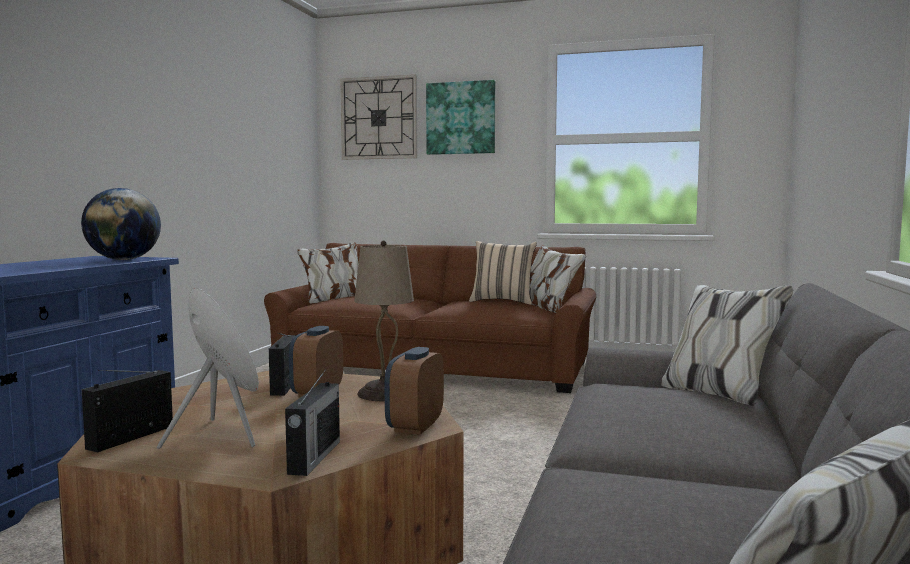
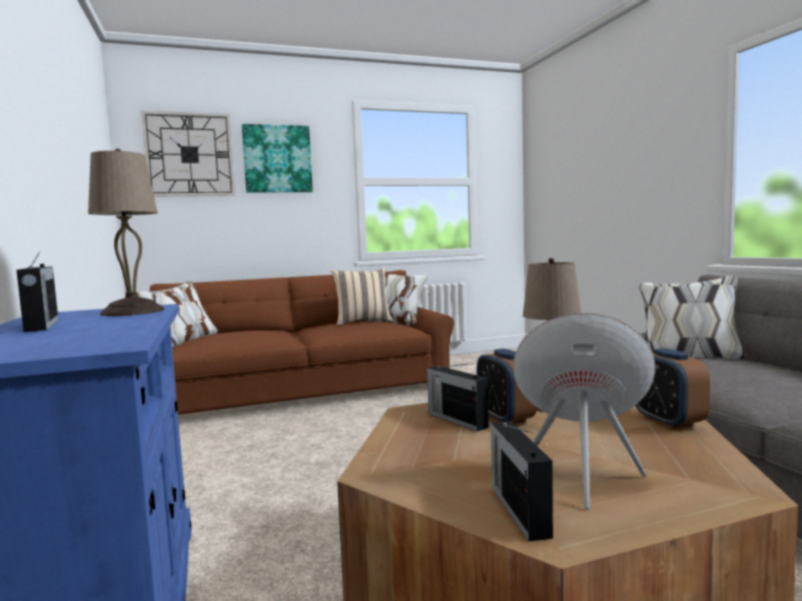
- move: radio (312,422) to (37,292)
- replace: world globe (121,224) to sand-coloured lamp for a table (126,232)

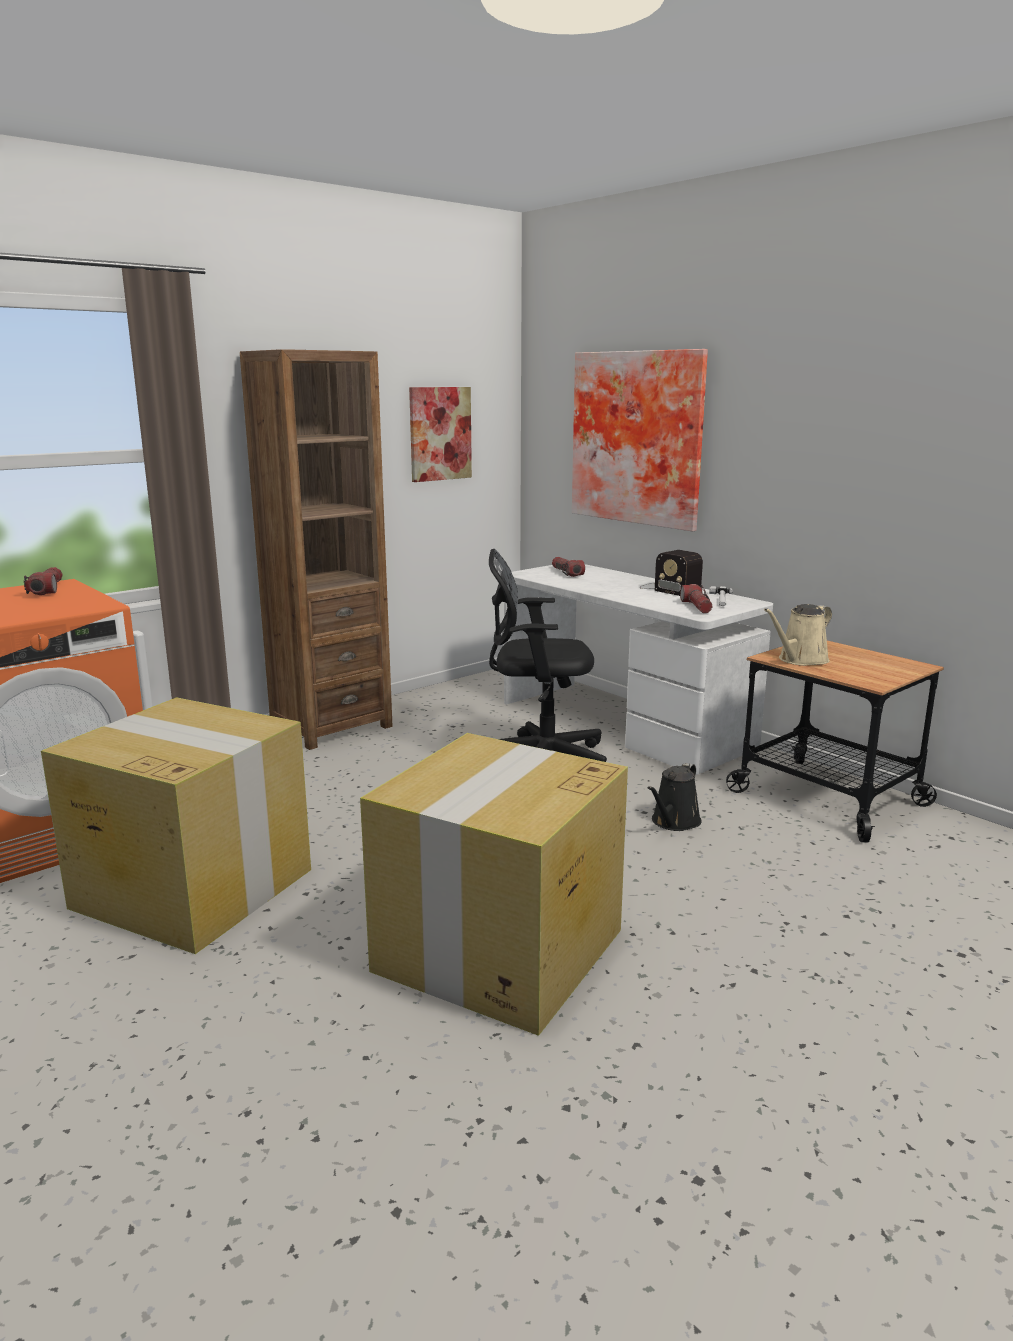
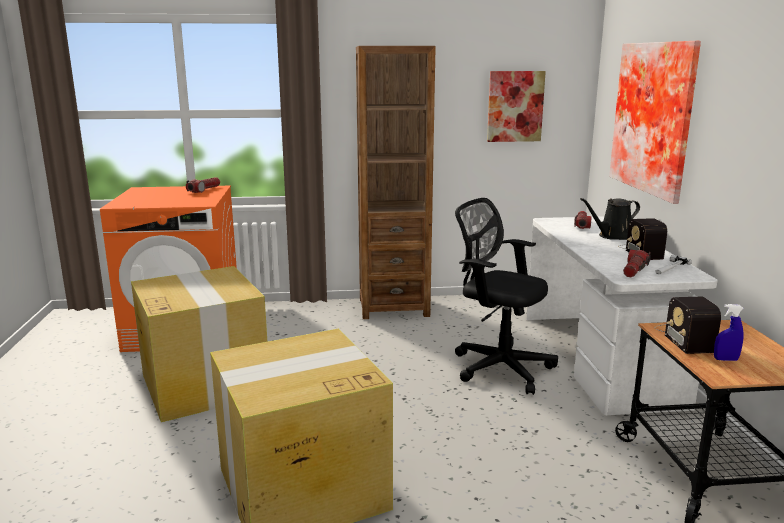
- insert: blue-coloured sprayer (729,332)
- move: black watering can (675,797) to (610,219)
- replace: sand-coloured watering can (798,635) to radio (688,325)

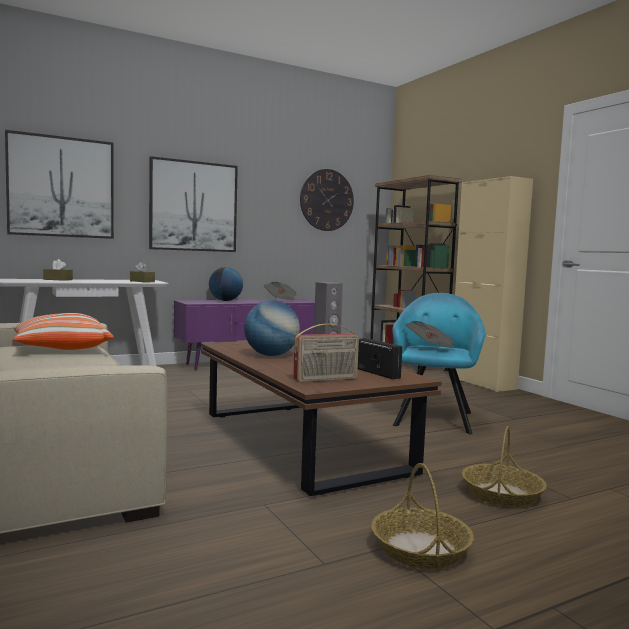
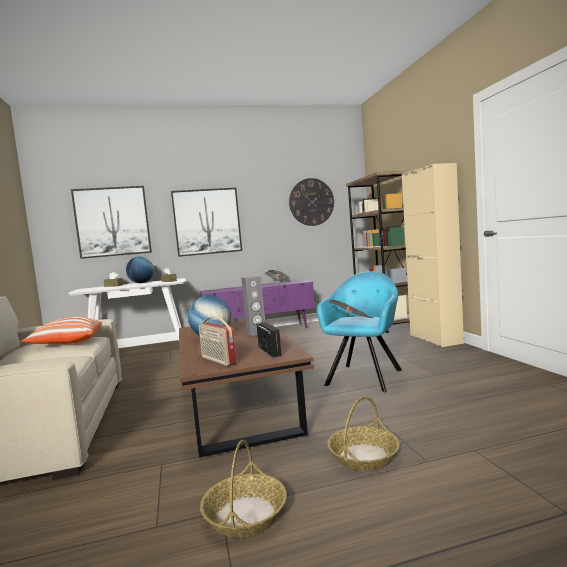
- move: world globe (226,284) to (140,270)
- rotate: radio (326,353) = (218,341) 60 degrees clockwise

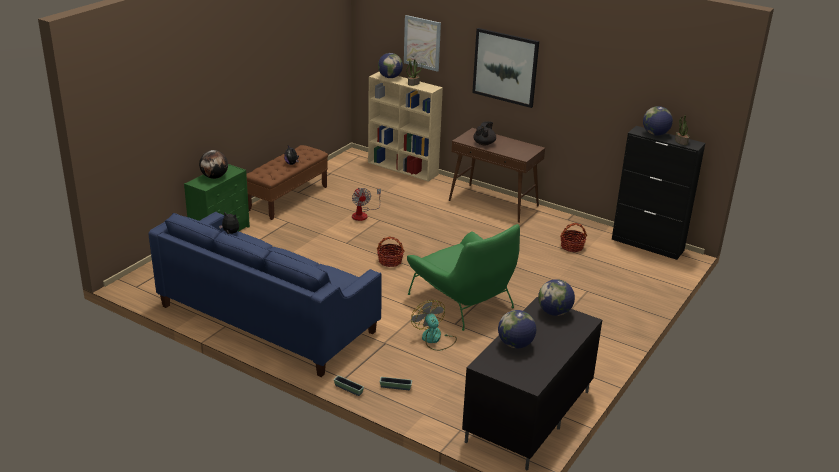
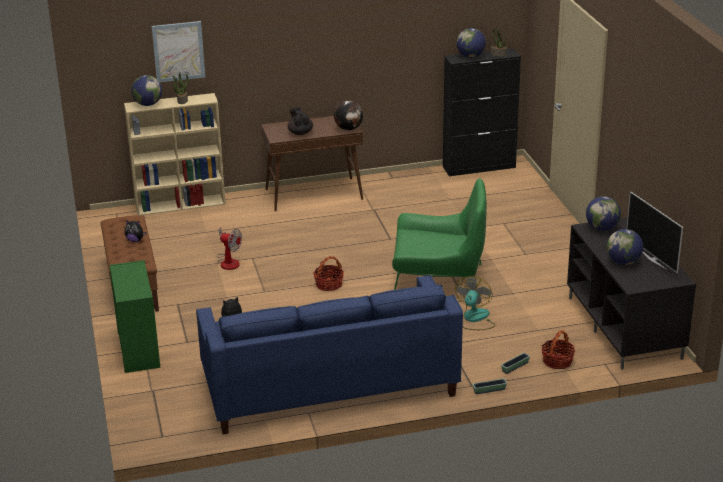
- delete: picture (505,68)
- insert: television (655,232)
- move: world globe (213,164) to (348,115)
- move: storage basket (574,237) to (558,349)
- rotate: fan (434,325) = (475,303) 90 degrees clockwise

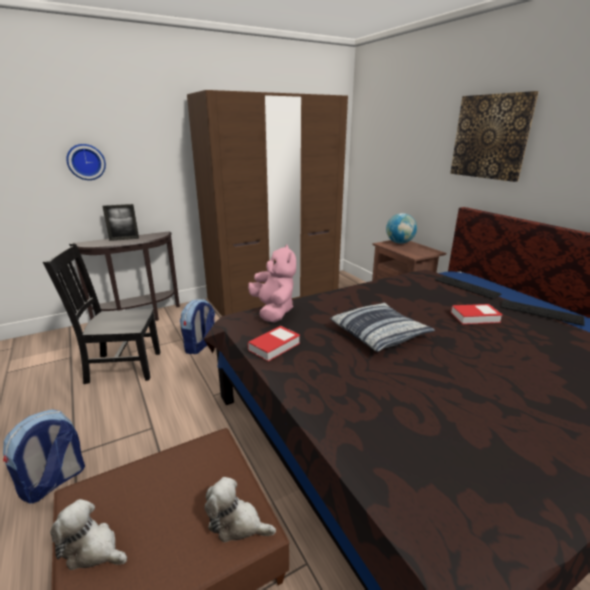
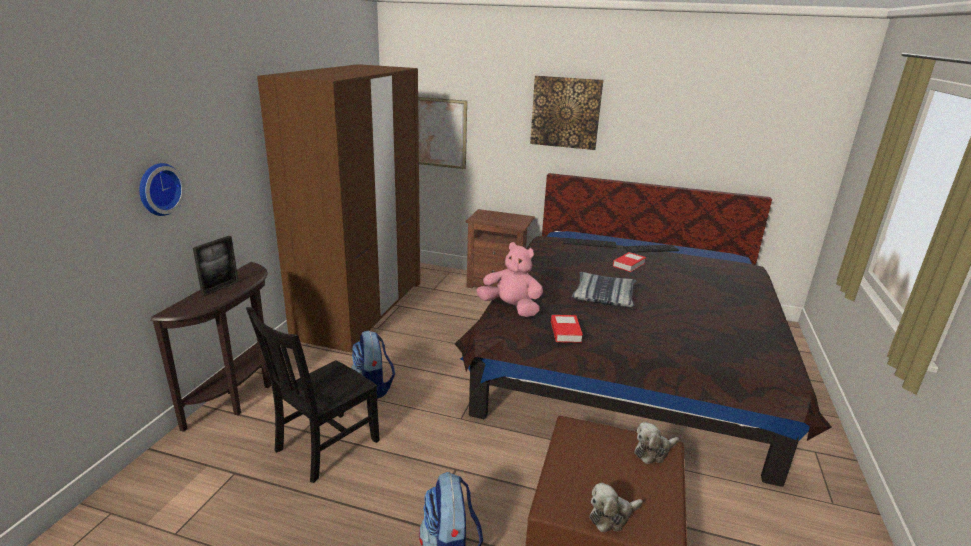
- delete: world globe (401,228)
- insert: picture (442,133)

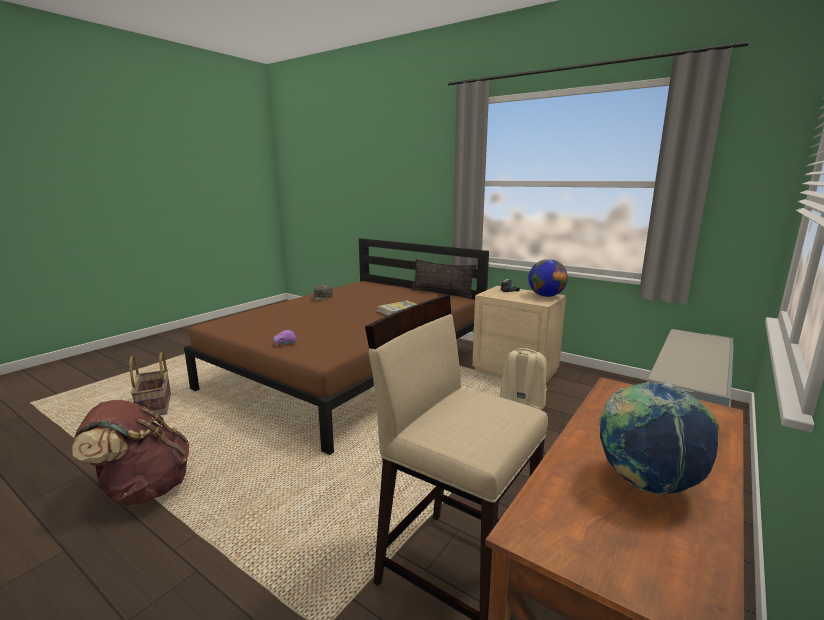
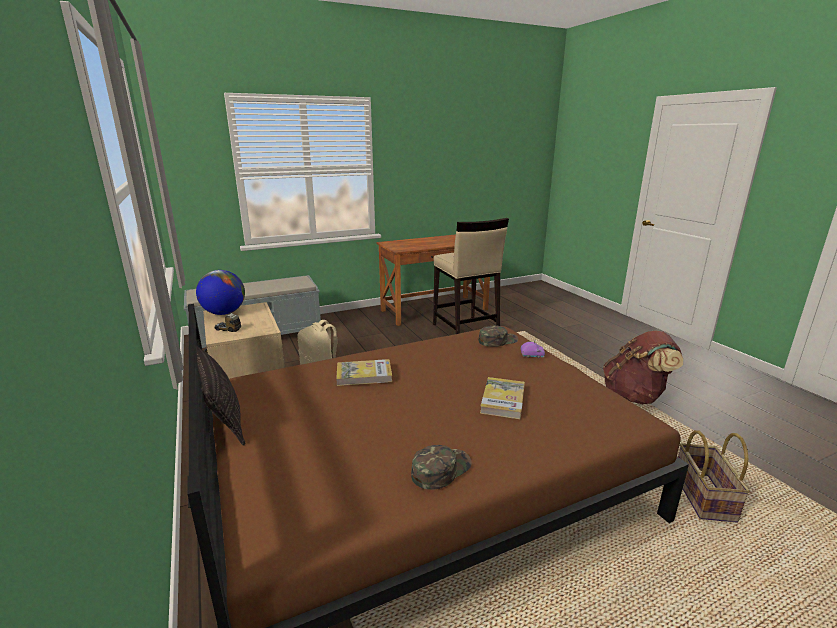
- delete: world globe (659,438)
- insert: green-coloured peaked cap (499,336)
- insert: bound book (502,398)

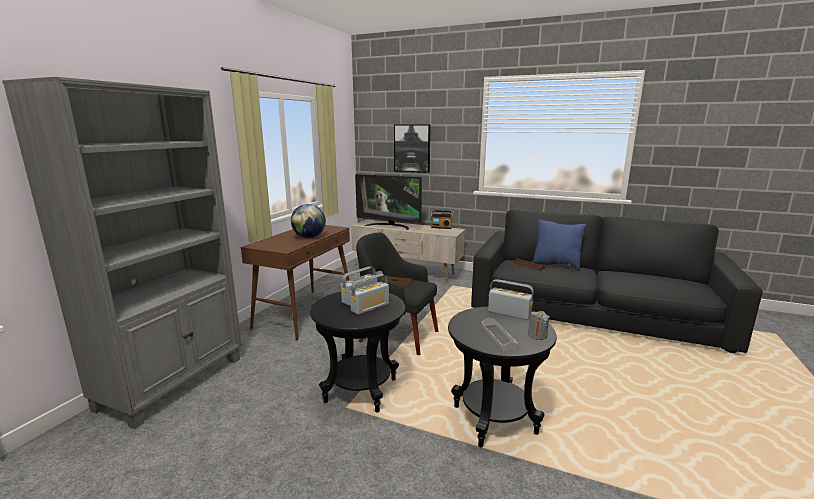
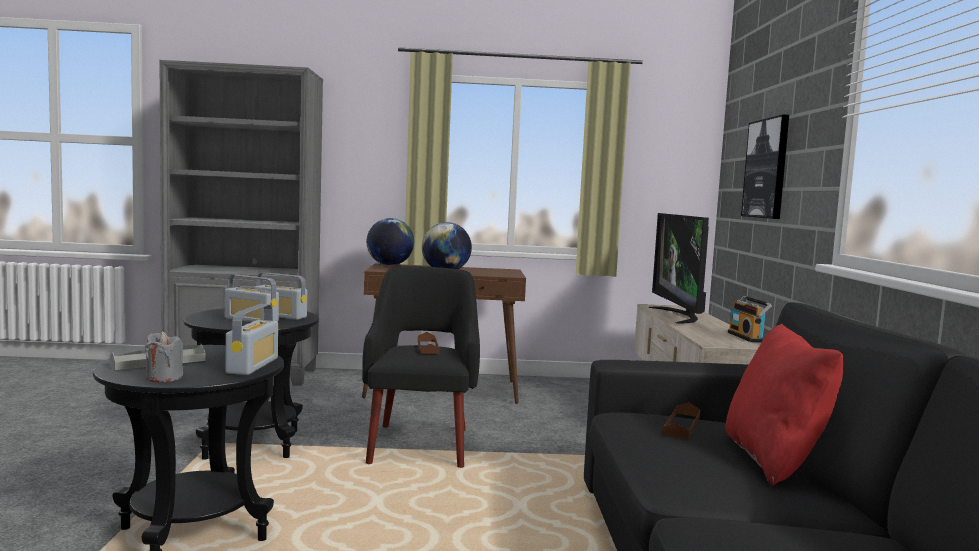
- insert: world globe (390,241)
- recolor: blue-coloured cushion (559,245) to red-coloured cushion (784,405)

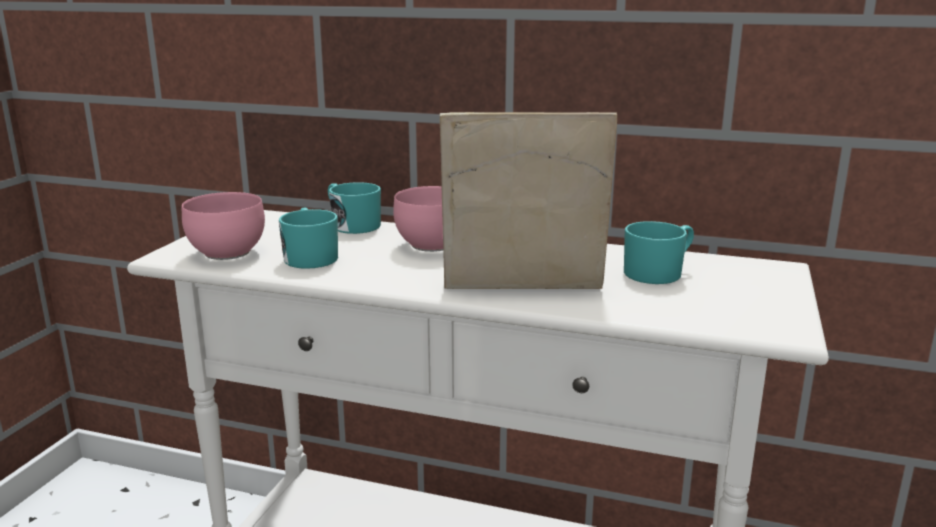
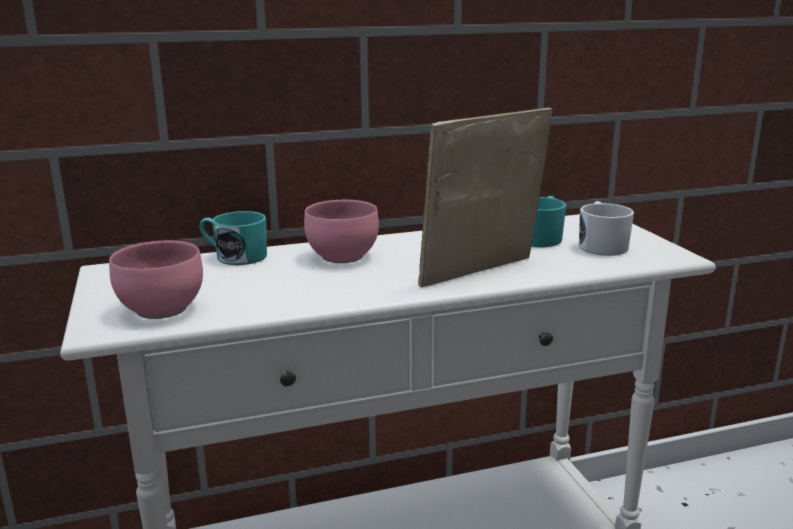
- delete: turquoise mug (308,238)
- insert: white mug (606,228)

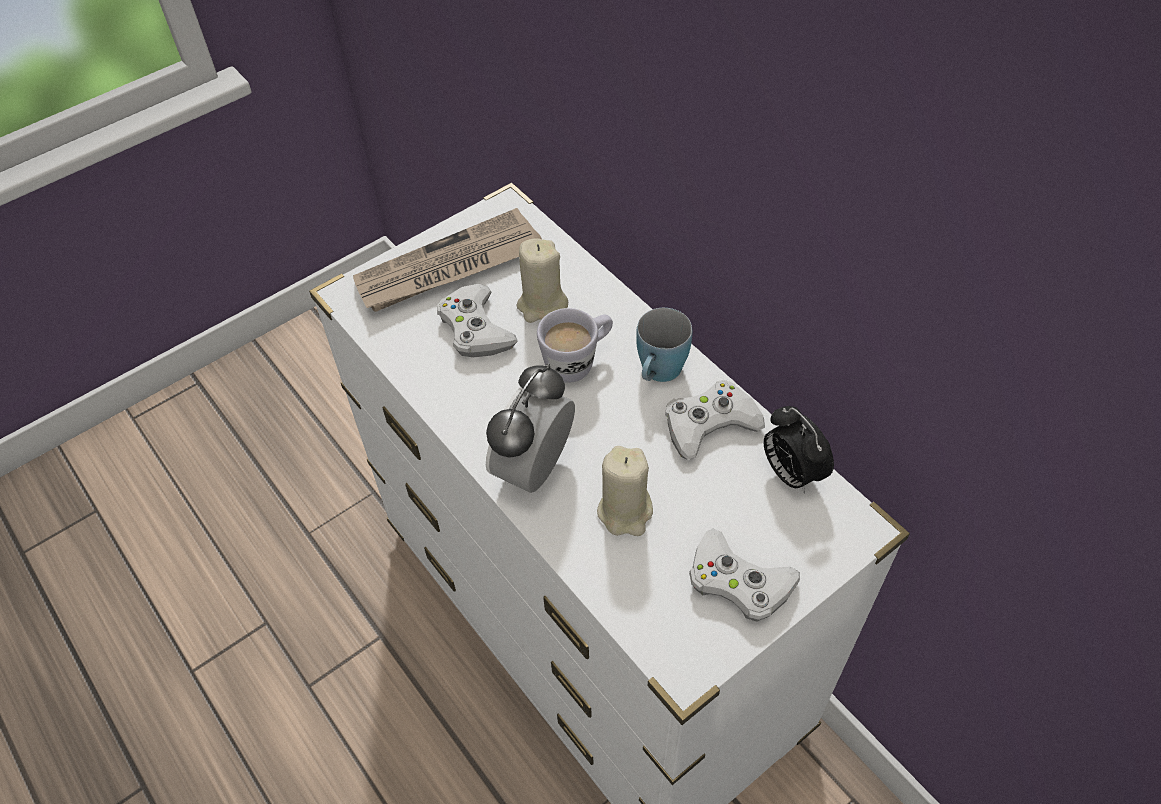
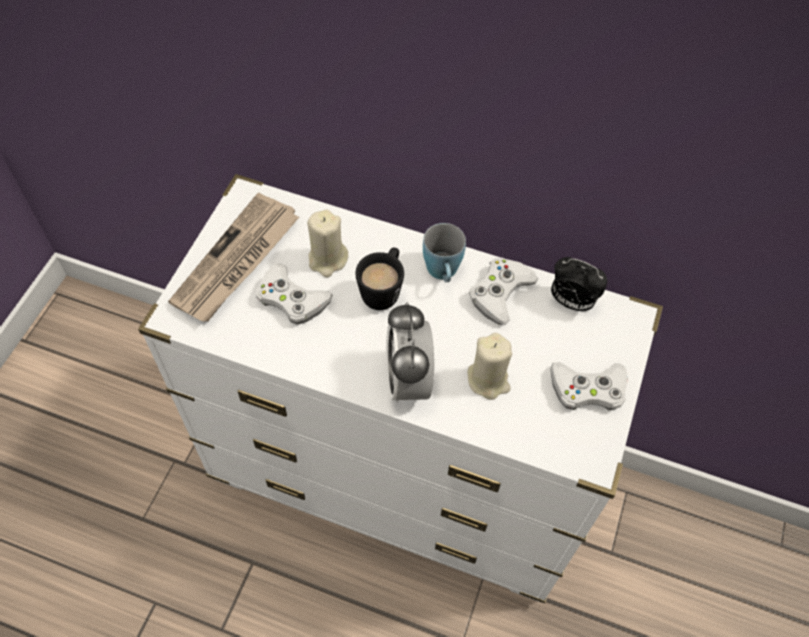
- recolor: white mug (575,345) to black mug (380,278)

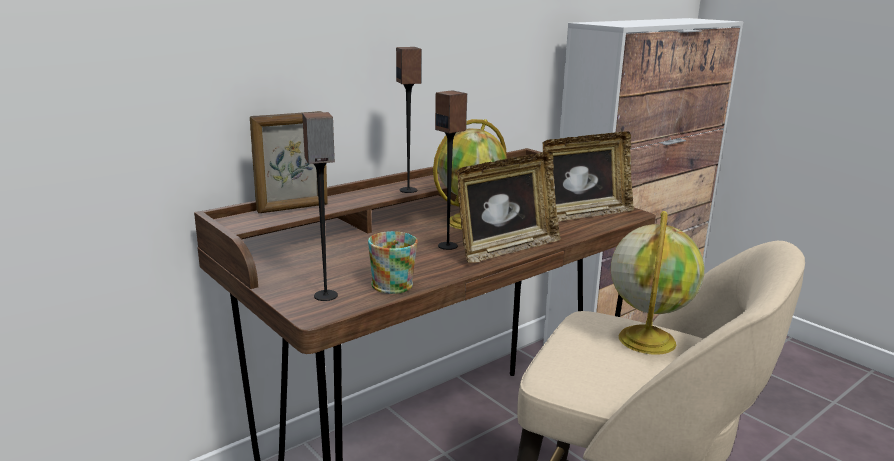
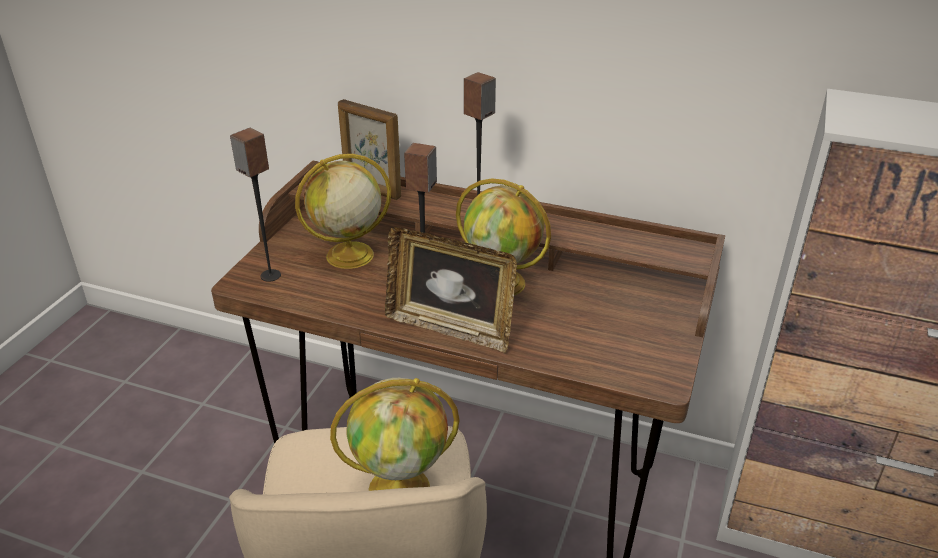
- delete: mug (393,262)
- delete: photo frame (588,176)
- insert: world globe (343,211)

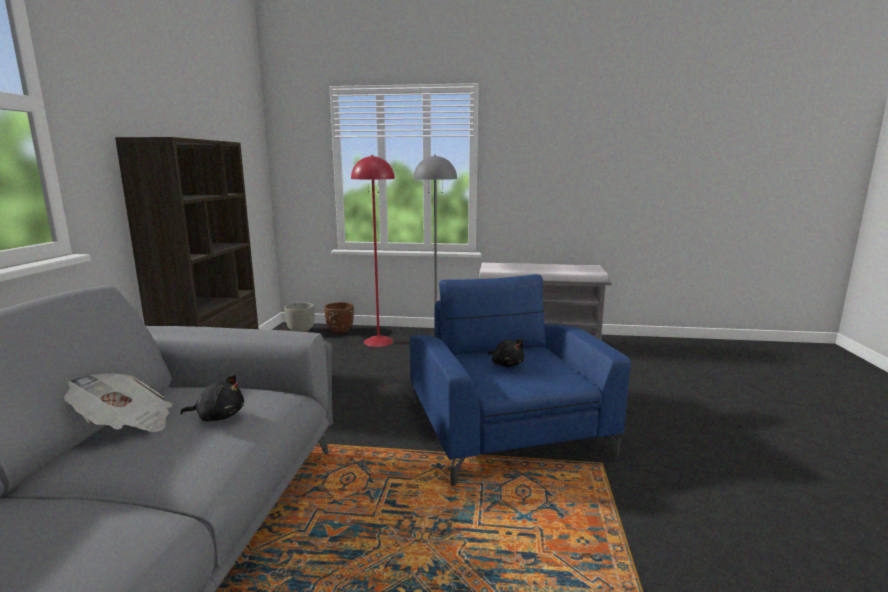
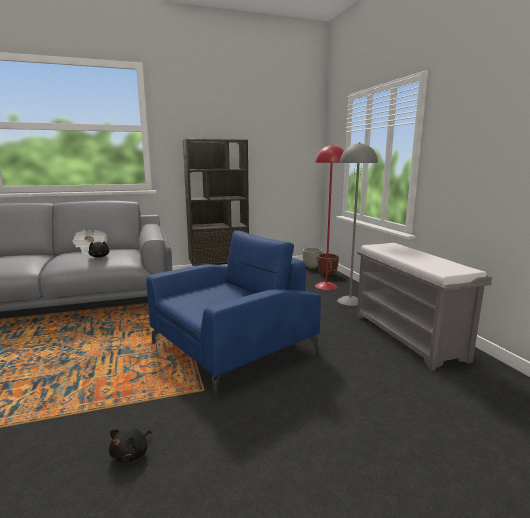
- move: black plush toy (506,353) to (130,444)

